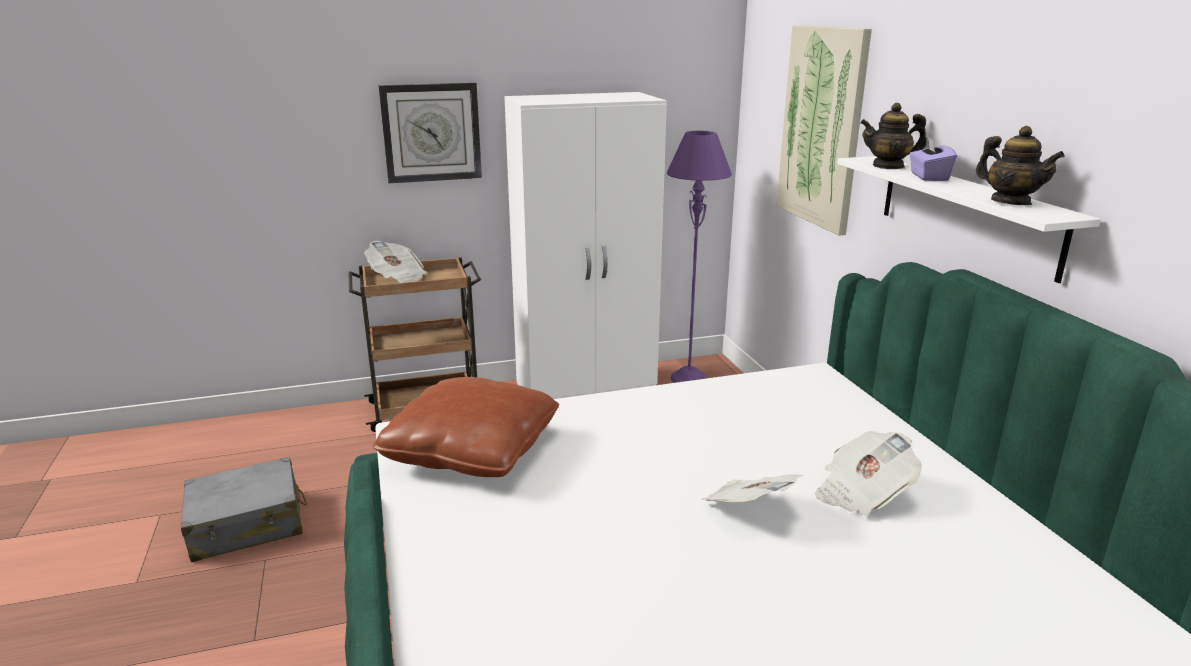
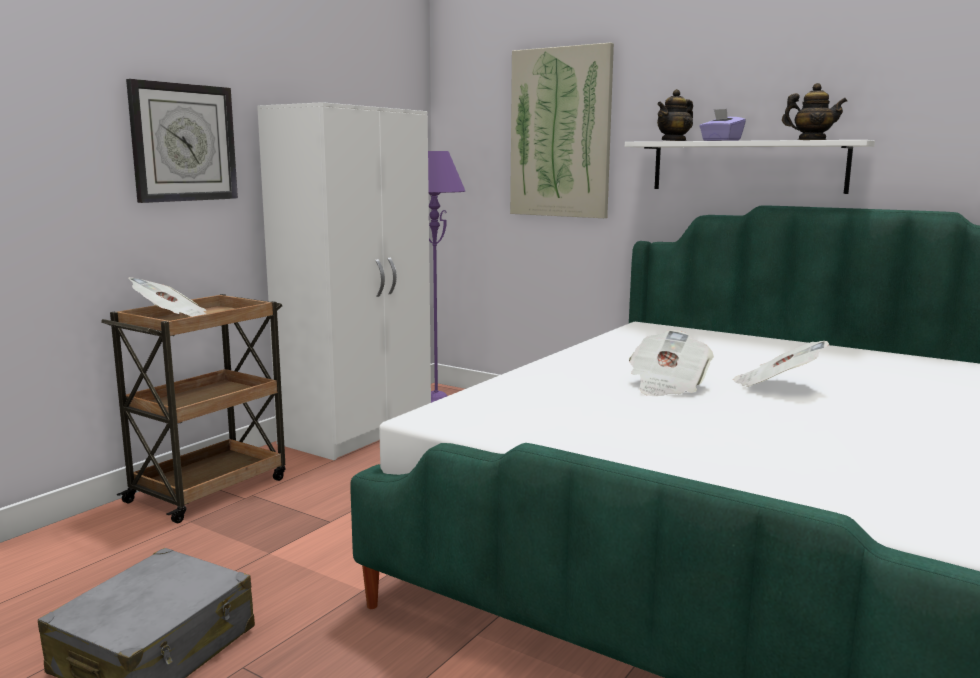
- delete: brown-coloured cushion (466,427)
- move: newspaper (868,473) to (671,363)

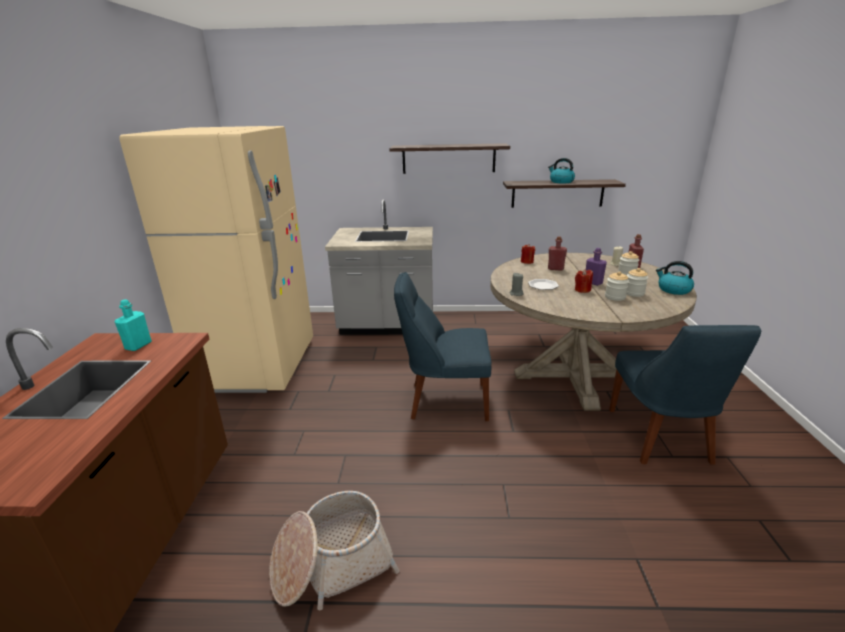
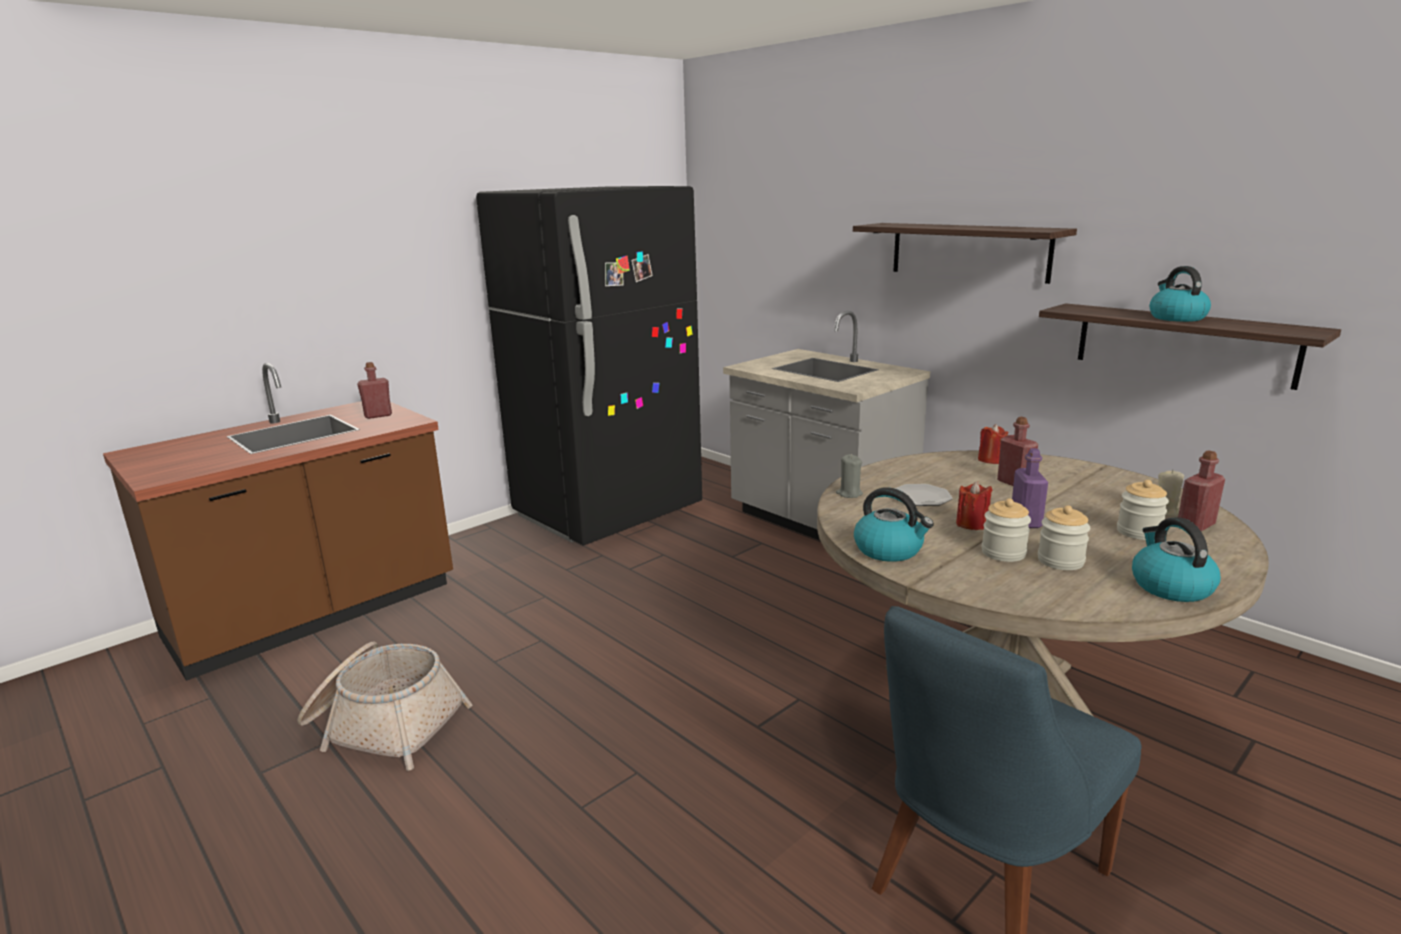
- delete: blue-coloured plain chair (442,346)
- insert: kettle (894,524)
- recolor: turquoise bottle (133,325) to red-coloured bottle (374,390)
- recolor: sand-coloured fridge (216,259) to black fridge (589,366)

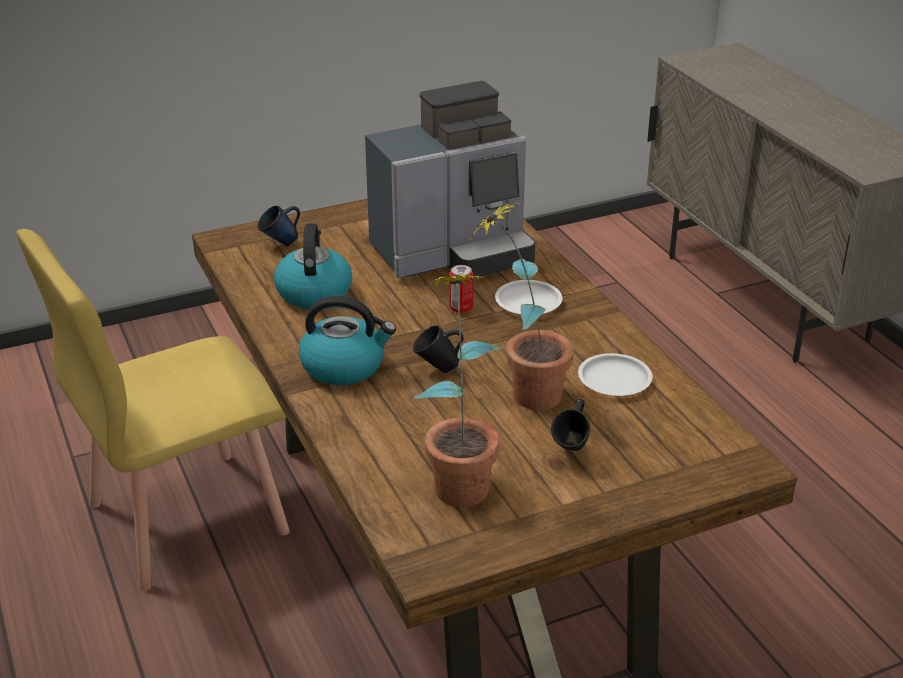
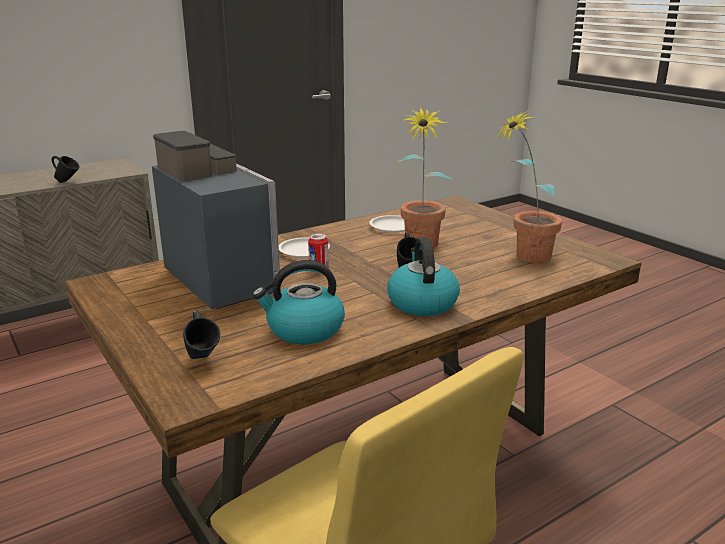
- move: black mug (570,425) to (65,169)

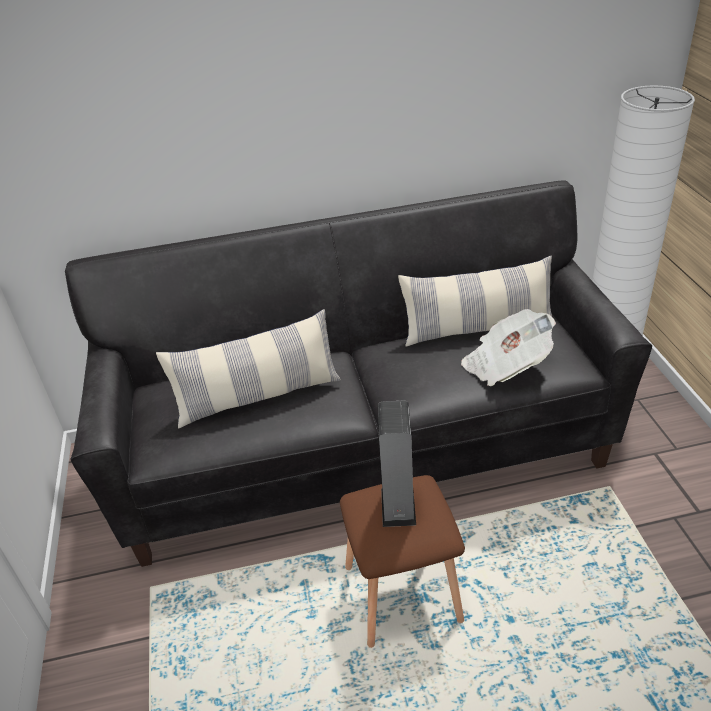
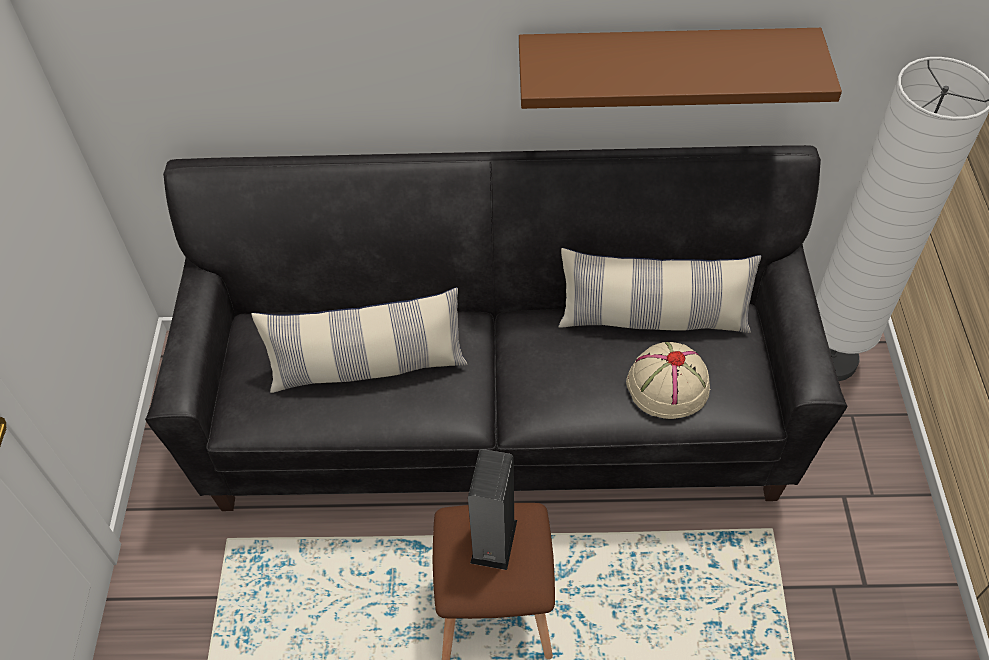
- insert: brown-coloured shelf (680,68)
- replace: newspaper (508,347) to sand-coloured wearable hat (668,380)

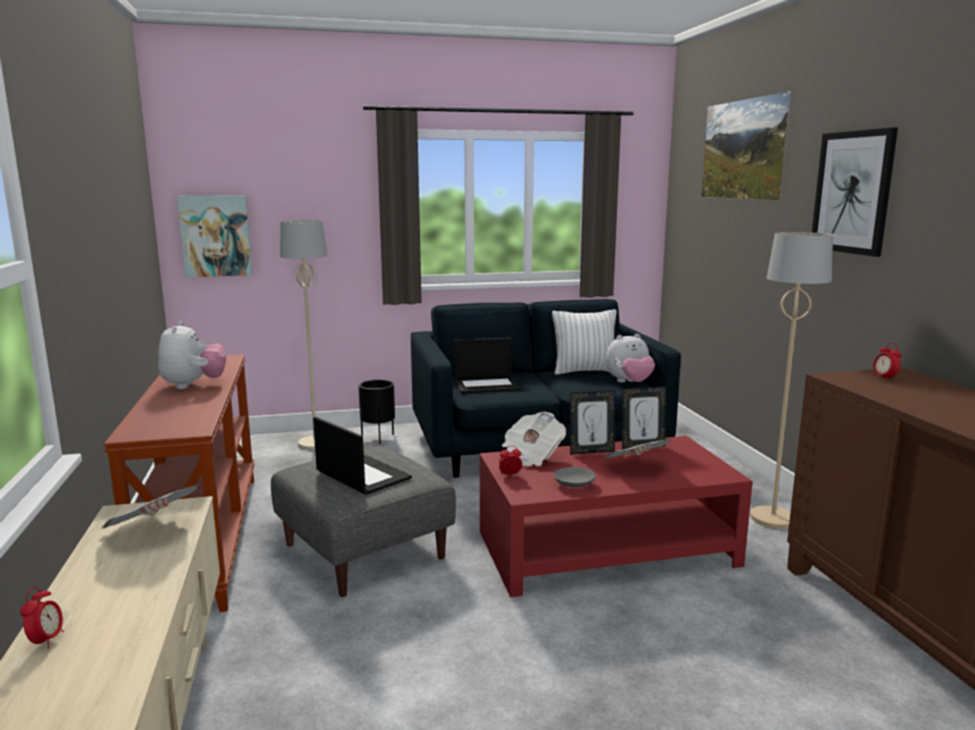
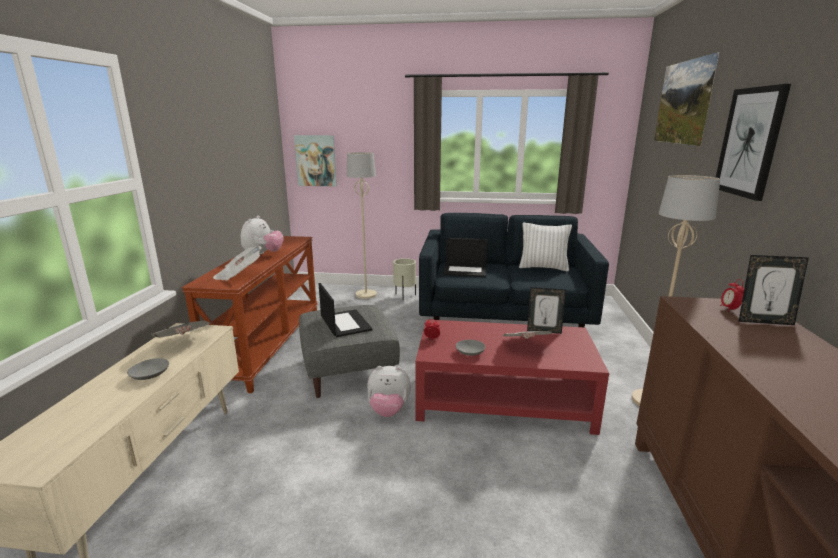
- delete: alarm clock (42,617)
- insert: gray bowl (148,369)
- move: newspaper (534,439) to (237,263)
- move: photo frame (592,422) to (773,290)
- move: plush toy (630,358) to (389,391)
- recolor: black planter (377,412) to sand-coloured planter (404,279)

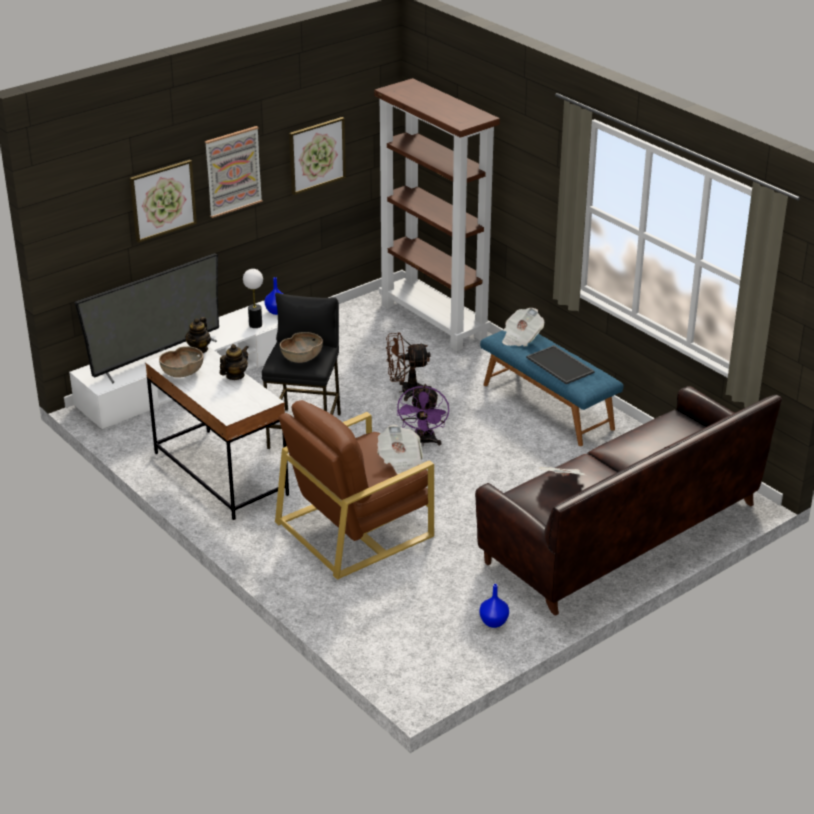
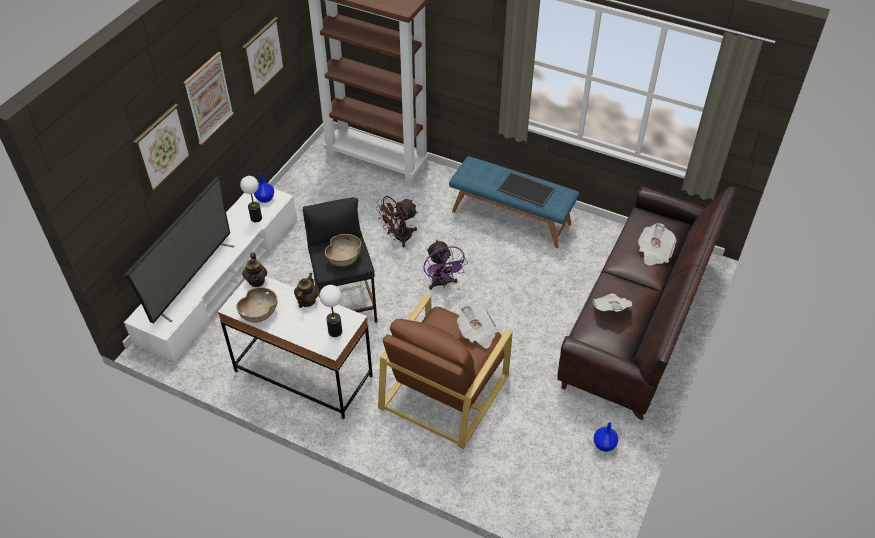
- insert: lamp for a table (330,311)
- move: newspaper (523,327) to (657,244)

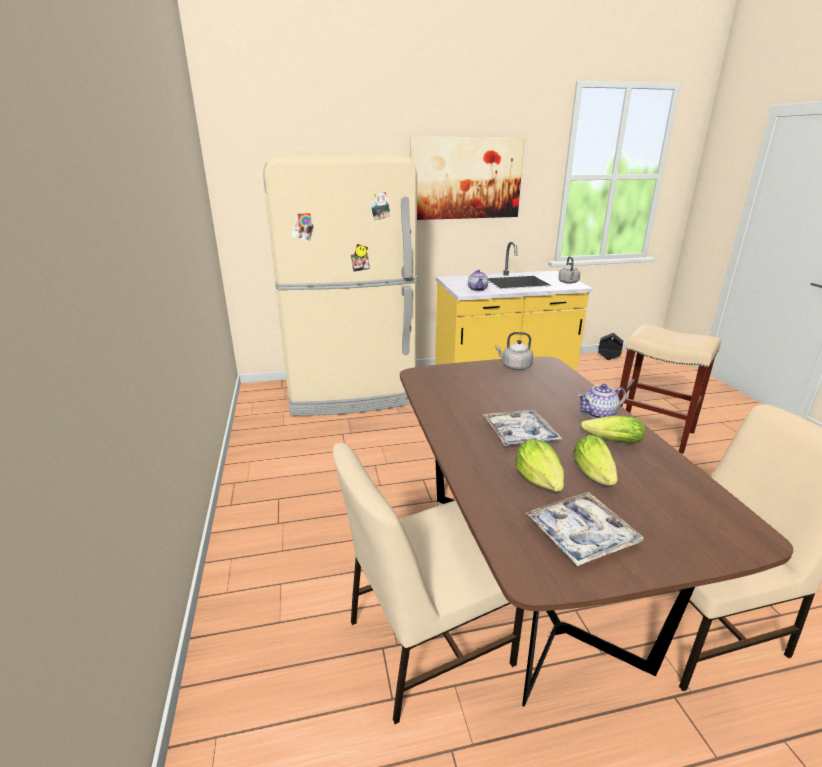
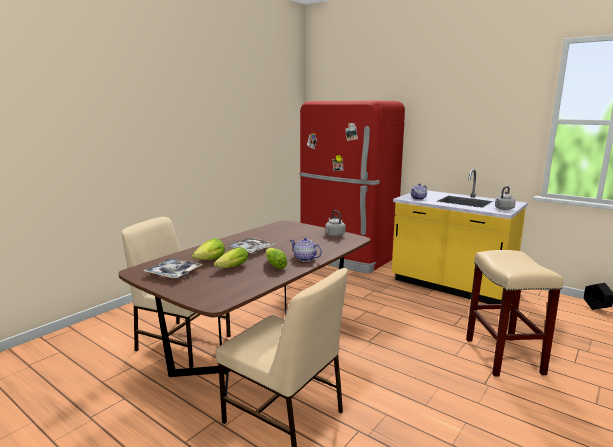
- delete: picture (467,178)
- recolor: sand-coloured fridge (340,285) to red-coloured fridge (352,187)

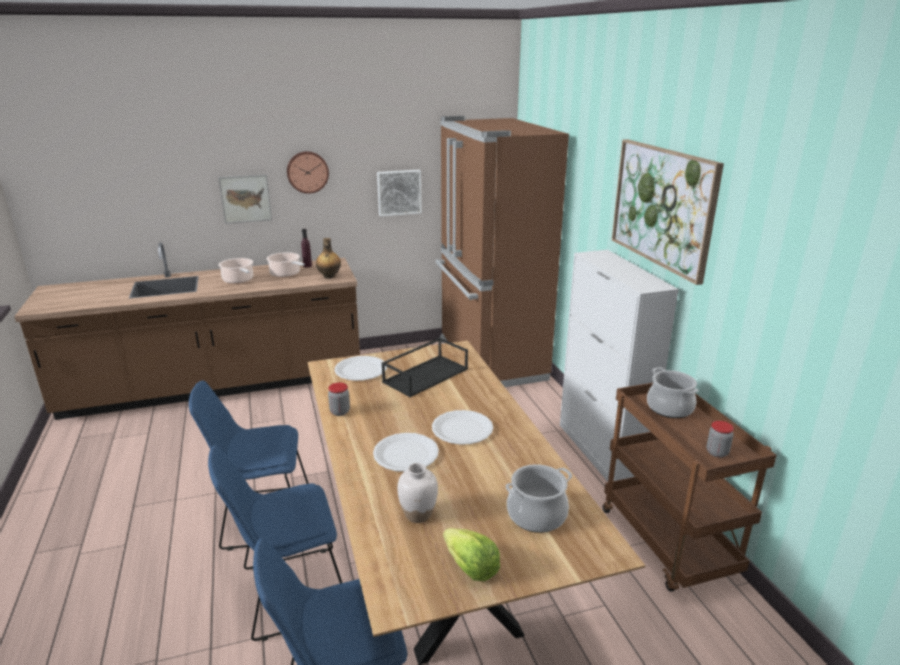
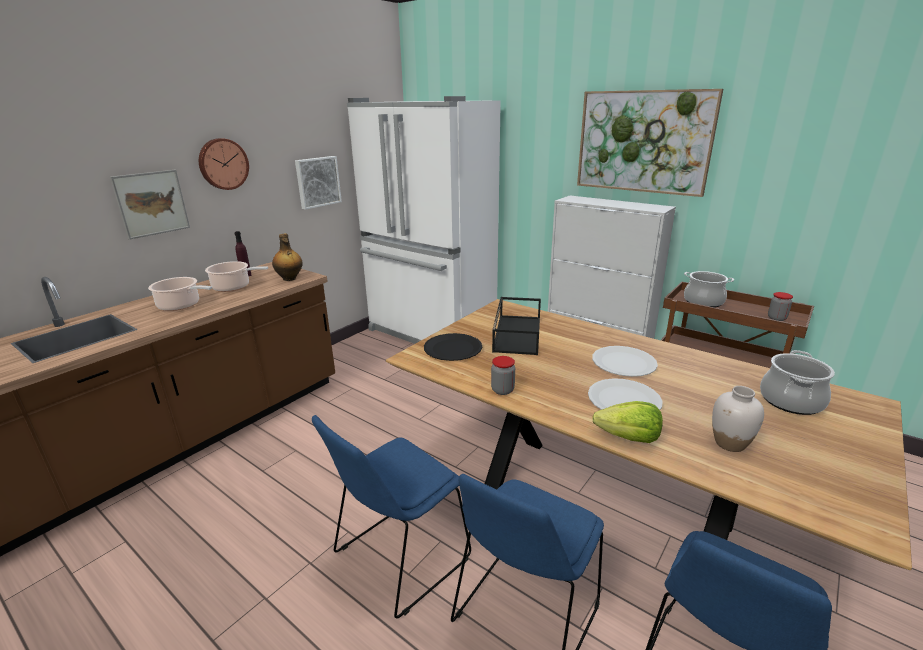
- move: lettuce (471,554) to (627,422)
- recolor: white dinner plate (360,368) to black dinner plate (453,347)
- recolor: brown-coloured fridge (502,251) to white fridge (424,220)

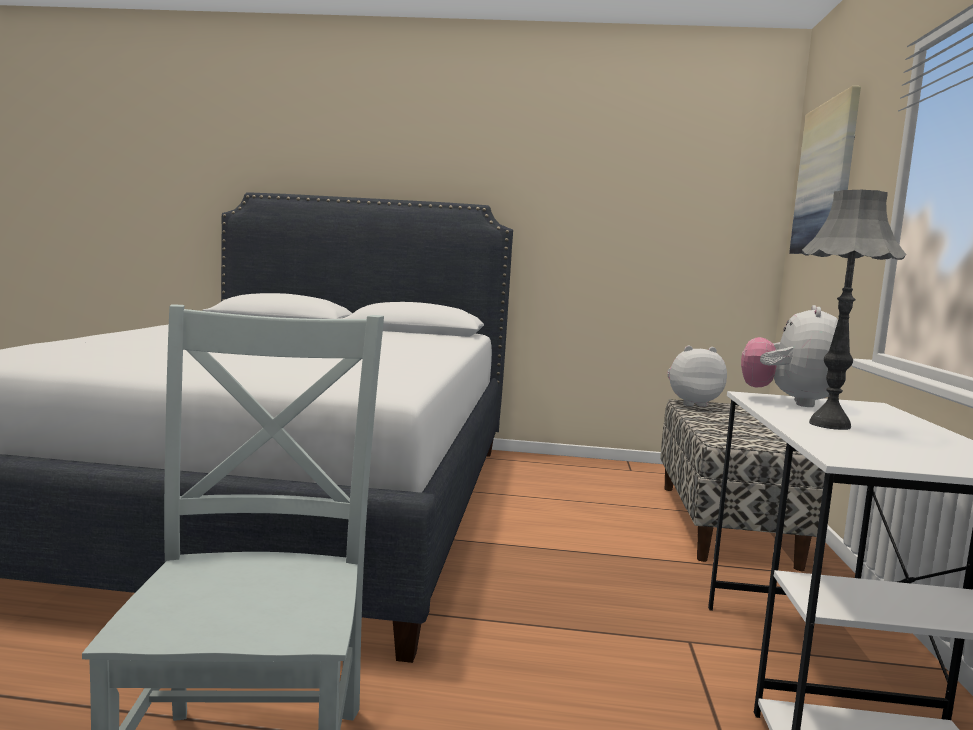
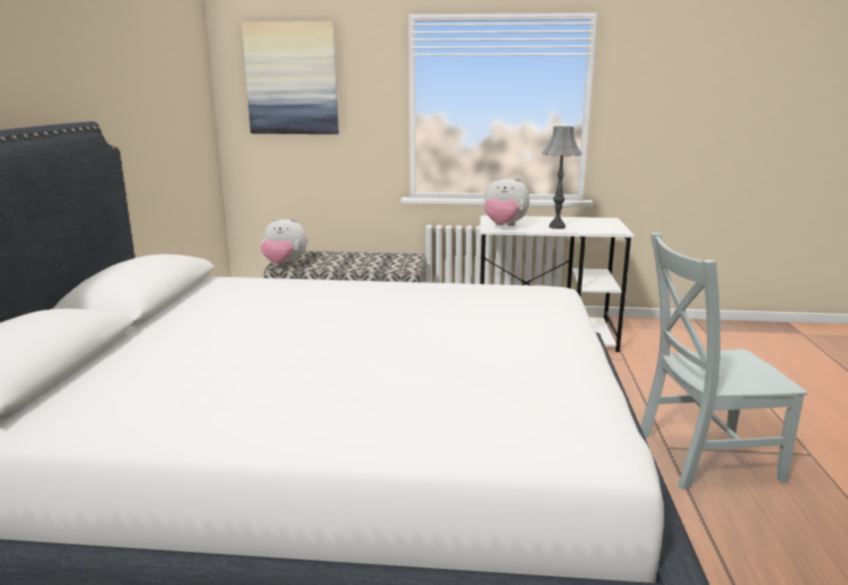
- rotate: plush toy (697,376) = (284,240) 75 degrees counterclockwise

